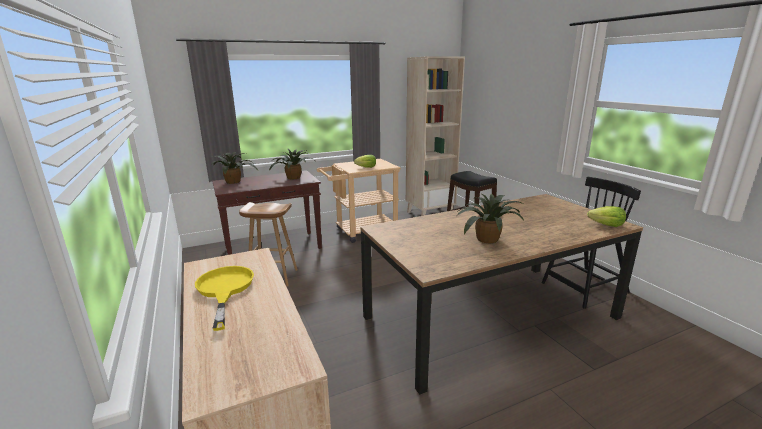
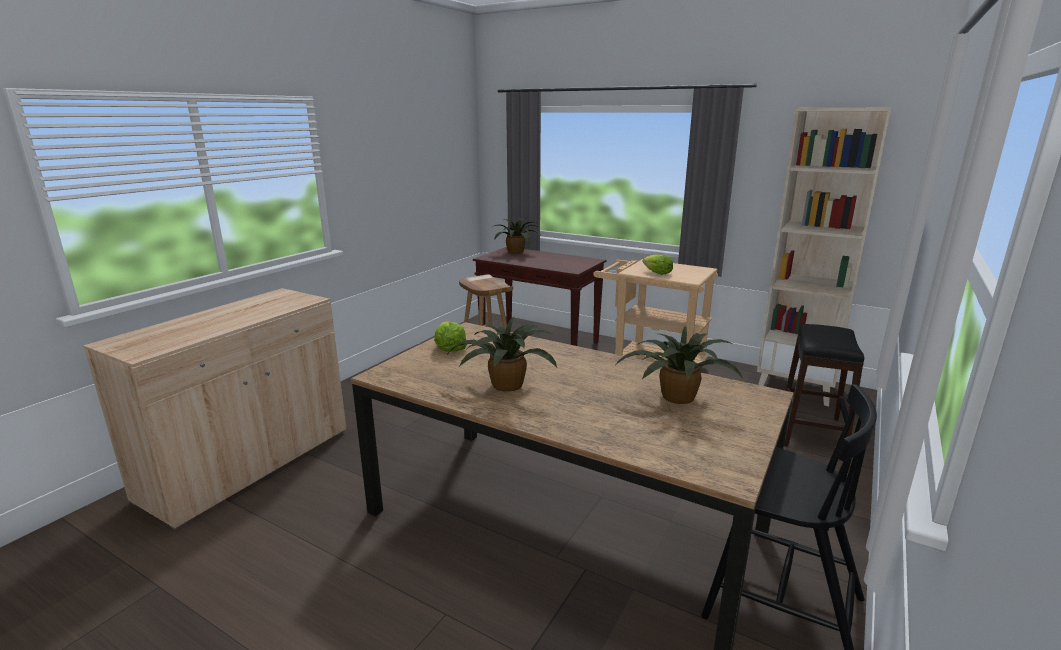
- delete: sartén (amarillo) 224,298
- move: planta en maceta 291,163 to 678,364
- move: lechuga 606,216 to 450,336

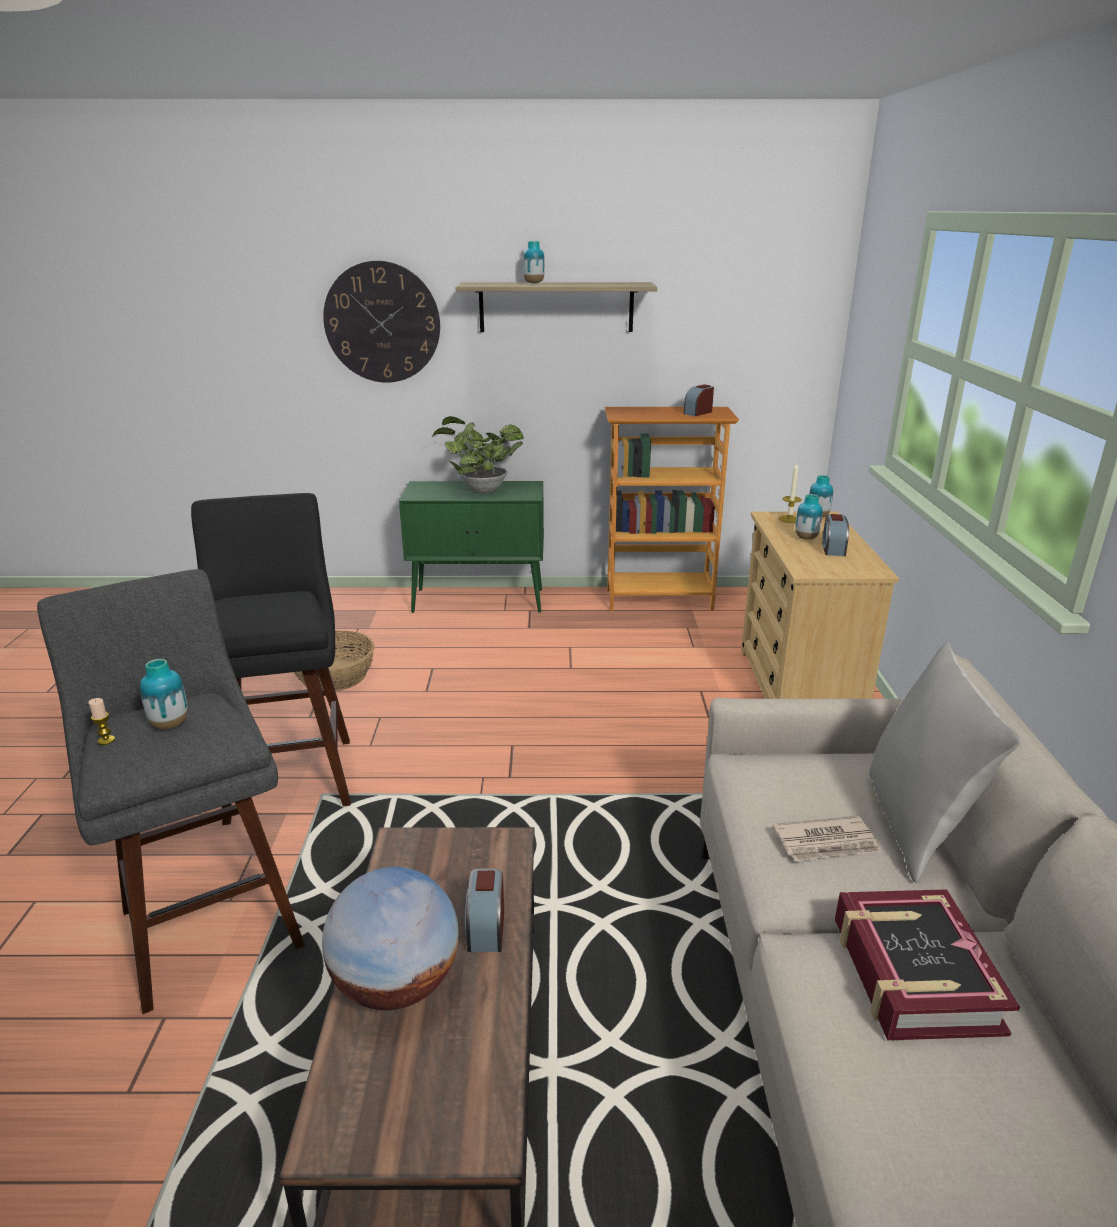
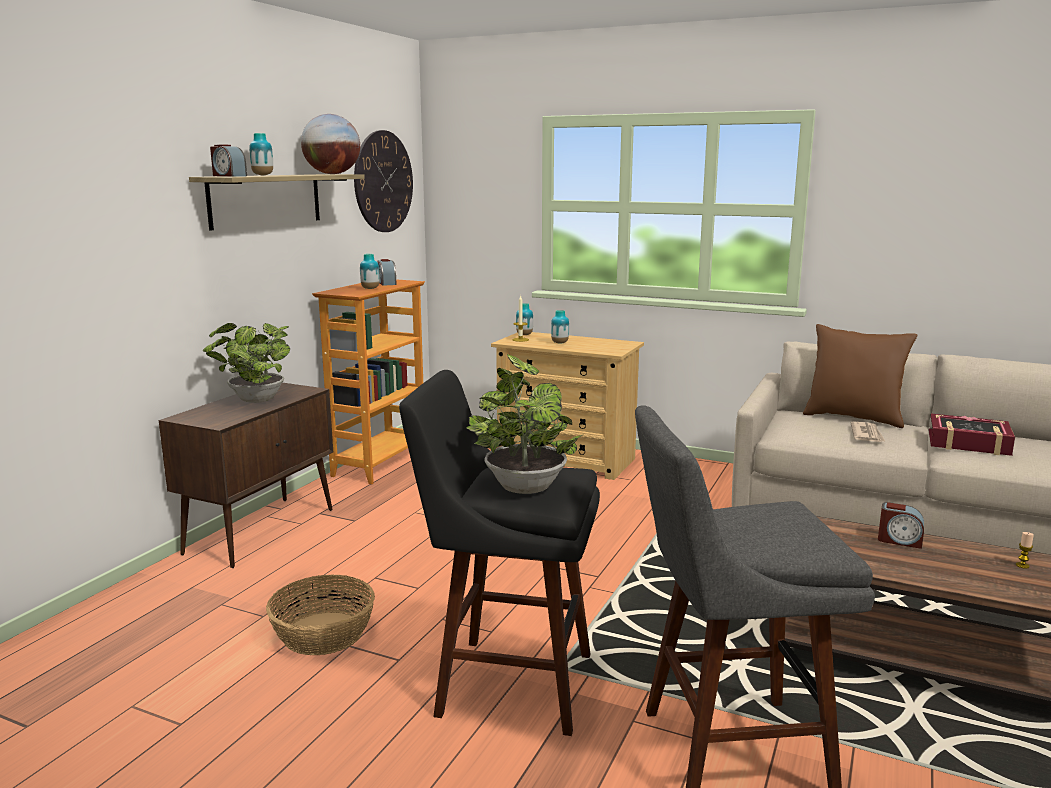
- move: vela 102,721 to 1025,550
- move: florero 164,694 to 369,271
- move: globo terráqueo 390,938 to 330,144
- move: reloj de pared 381,322 to 383,181
- recolor: armario (verde) 471,547 to armario (marrón) 246,475
- move: despertador 835,535 to 228,161
- recolor: cojín (gris) 945,762 to cojín (marrón) 860,376
- insert: planta en maceta 524,424

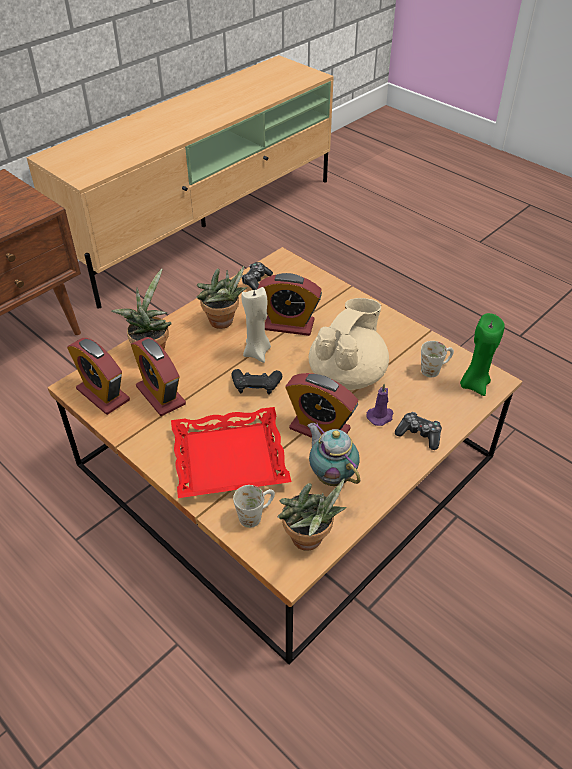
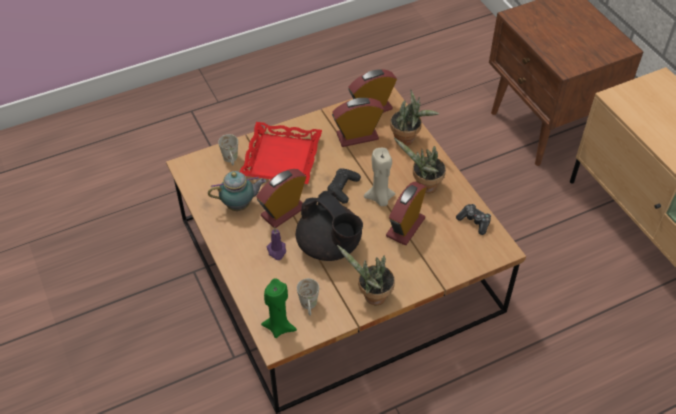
- move: planta en maceta 312,515 to 366,275
- recolor: tetera (beis) 349,344 to tetera (negro) 329,226
- delete: mando de consola 418,431

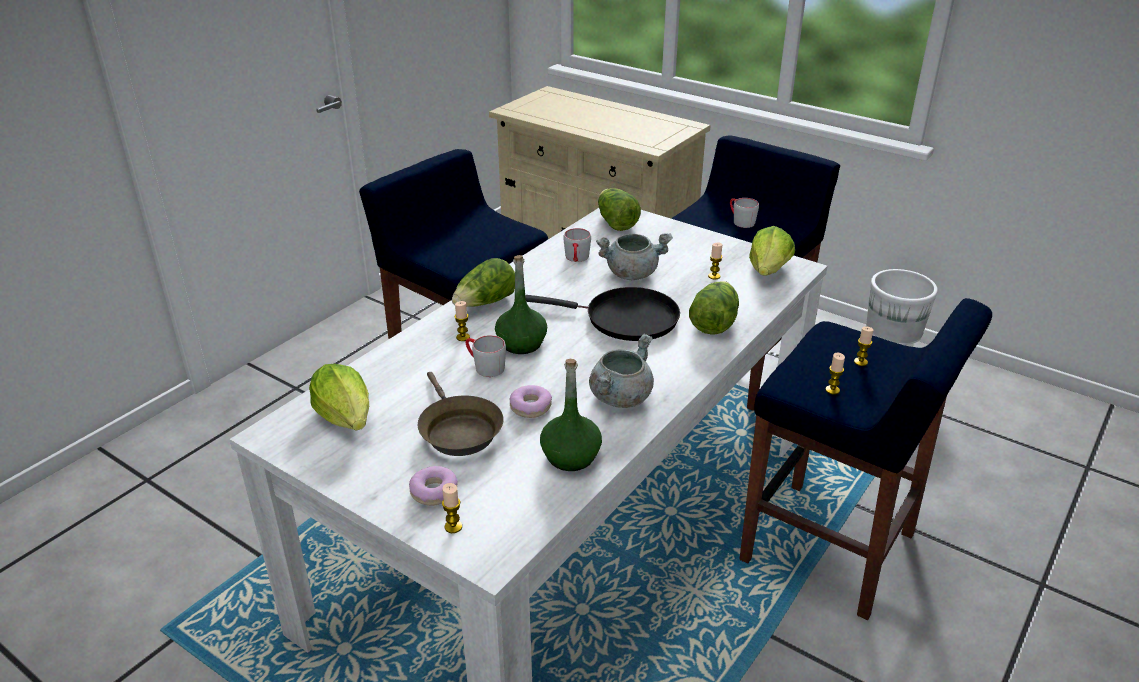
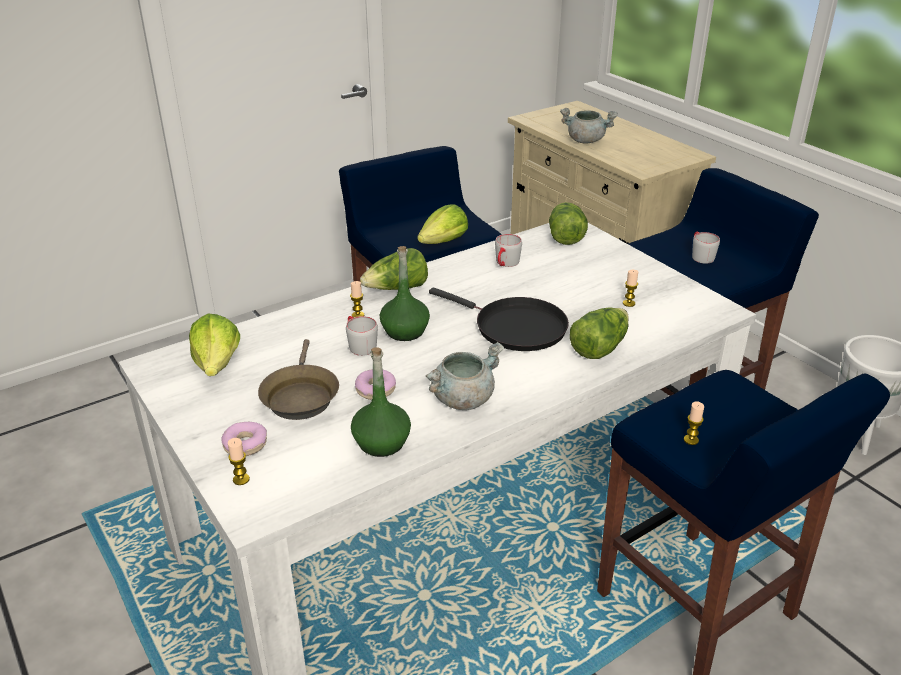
- move: olla (gris) 634,256 to 589,125
- move: lechuga 772,251 to 442,224
- delete: vela 863,346

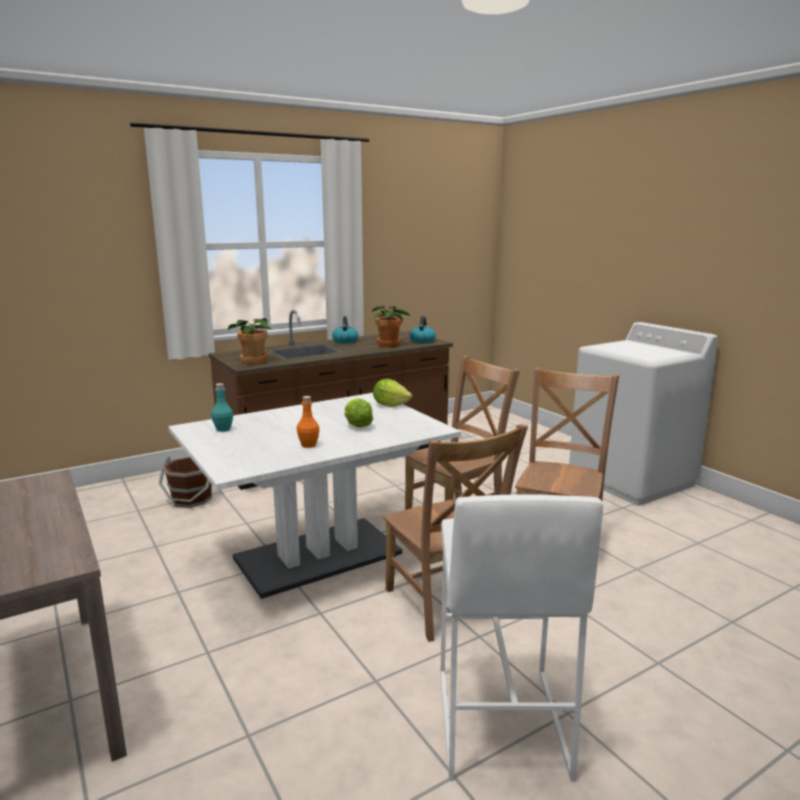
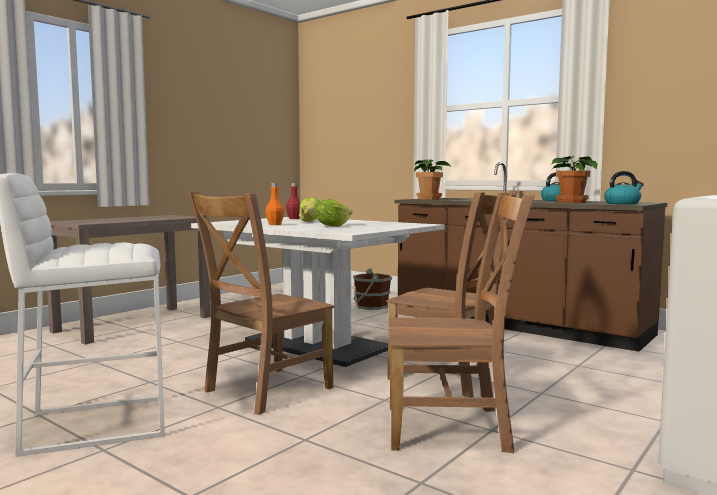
- recolor: botella (turquesa) 222,407 to botella (rojo) 293,201
- move: lechuga 393,393 to 309,209

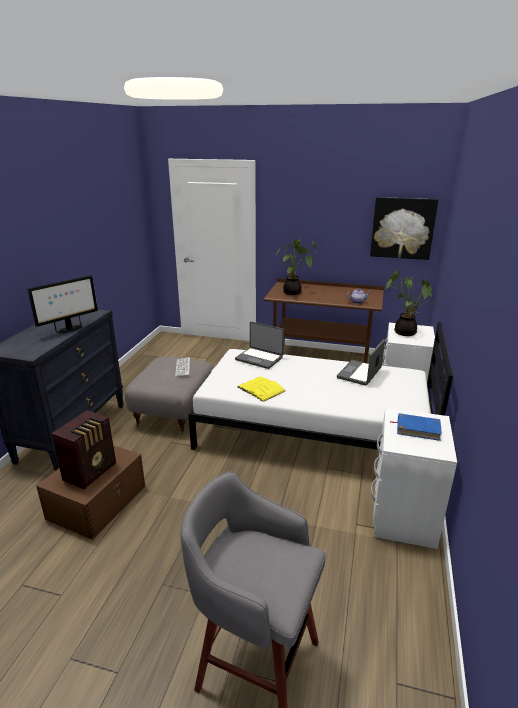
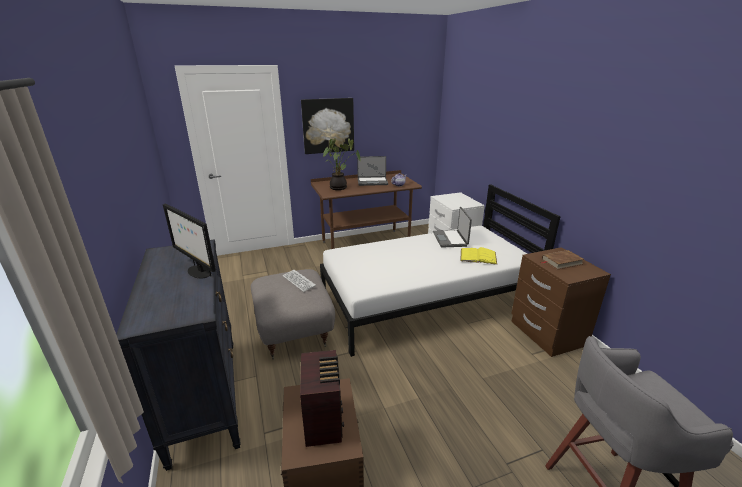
- rotate: monitor 63,304 = 189,241 120 degrees clockwise
- move: portátil 259,345 to 372,171
- move: libro (amarillo) 262,389 to 478,256
- move: cuadro 404,228 to 327,126
- recolor: mesita de noche (blanco) 414,478 to mesita de noche (marrón) 561,302
- delete: planta en maceta 410,303
- recolor: libro (azul) 416,427 to libro (marrón) 563,260

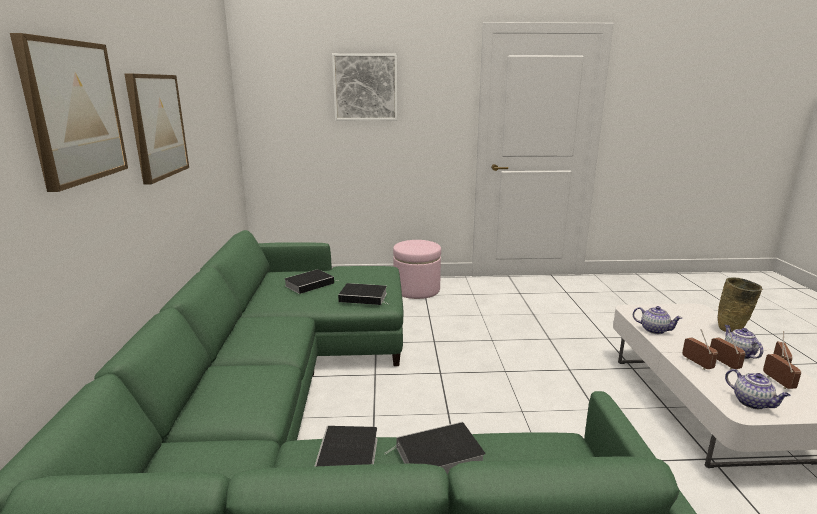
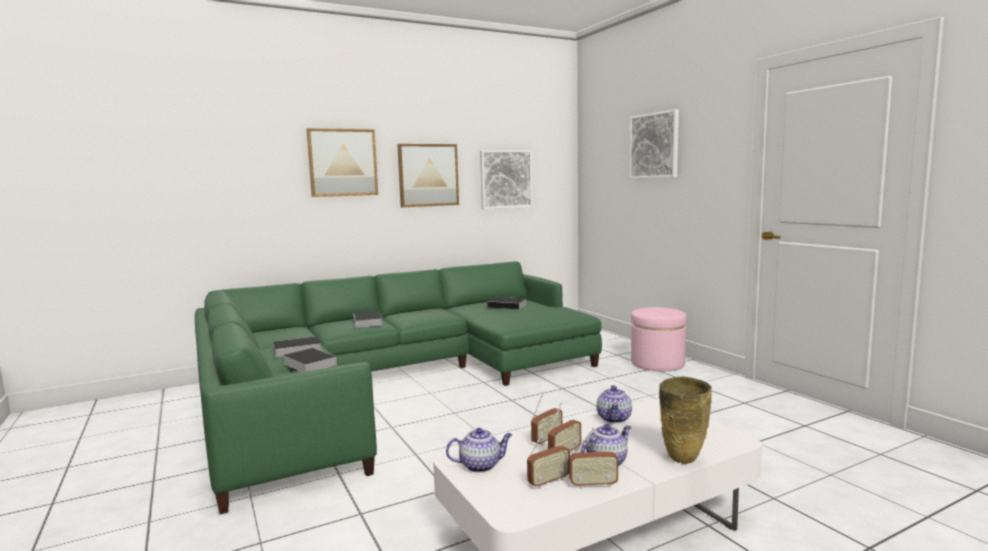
- move: libro 364,294 to 368,319
- rotate: tetera 758,389 = 479,450 135 degrees counterclockwise
- insert: cuadro 506,179

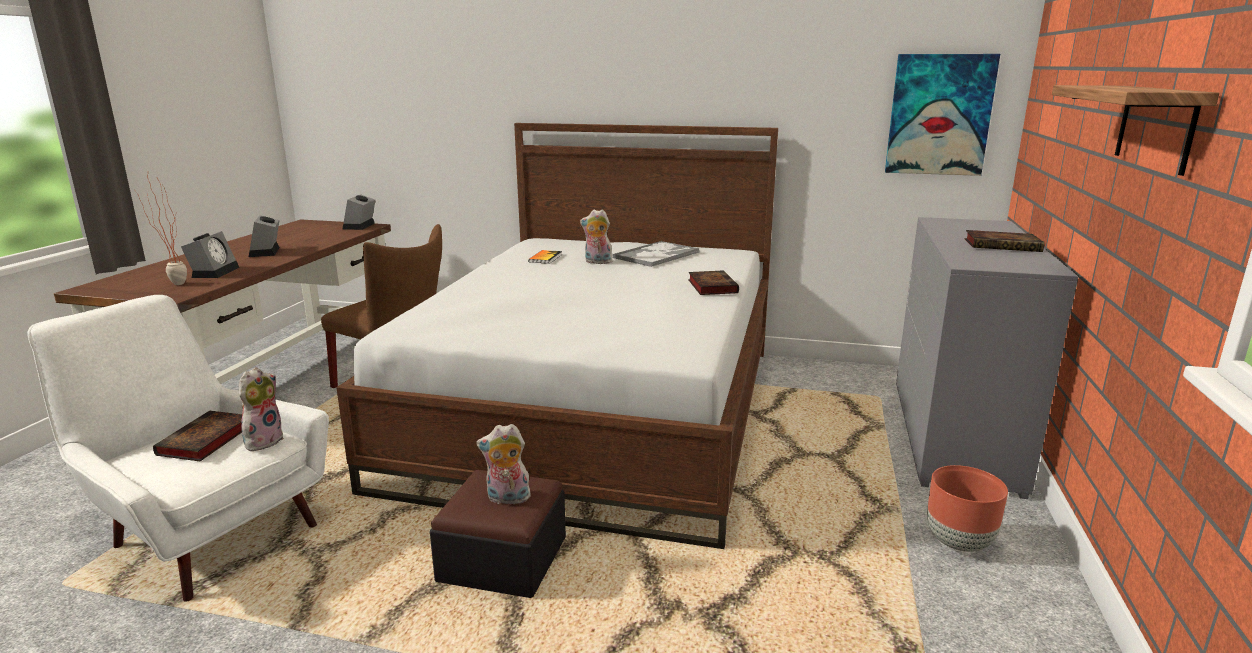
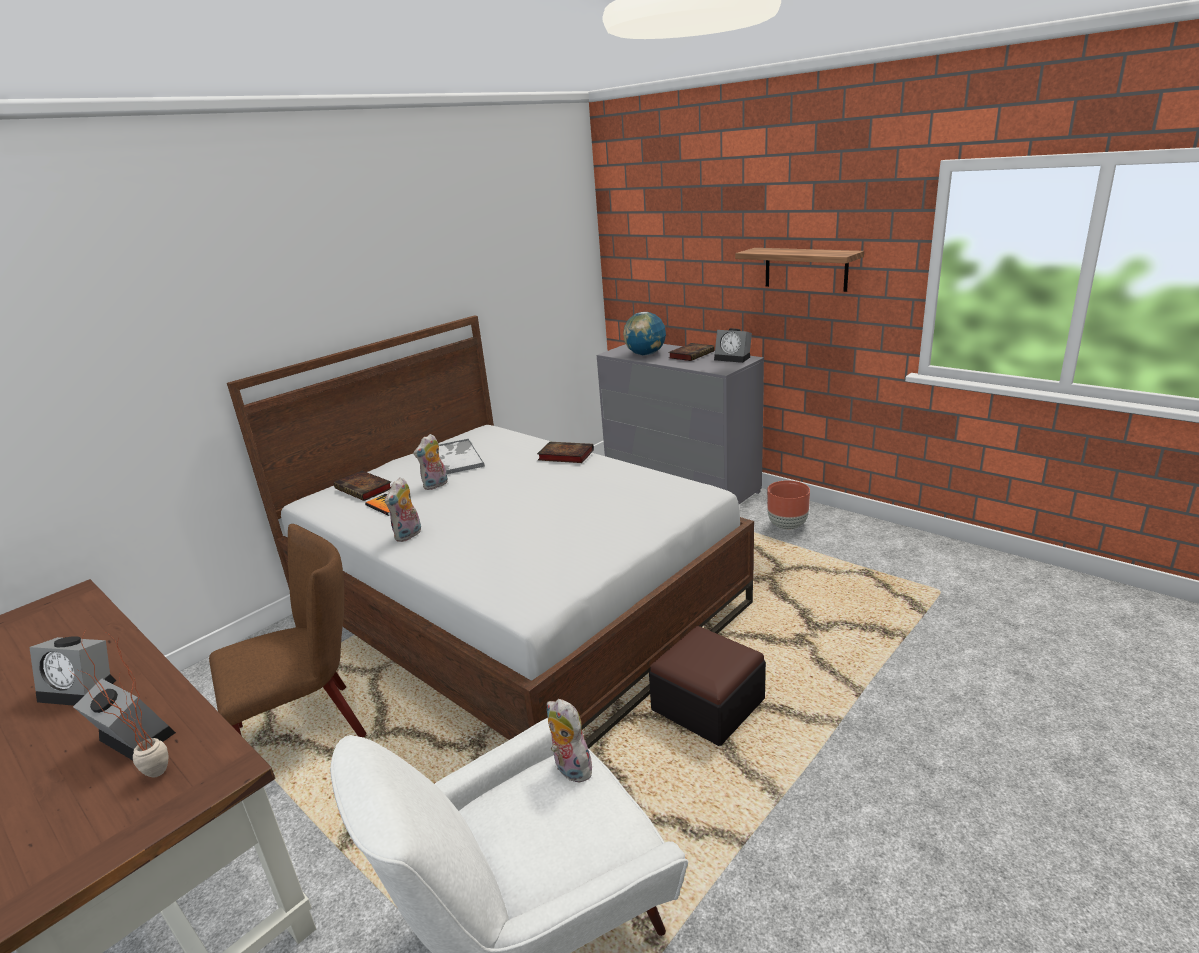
- move: libro 197,436 to 362,485
- move: despertador 359,212 to 733,345
- move: peluche 504,465 to 403,509
- delete: cuadro 942,115
- insert: globo terráqueo 644,334

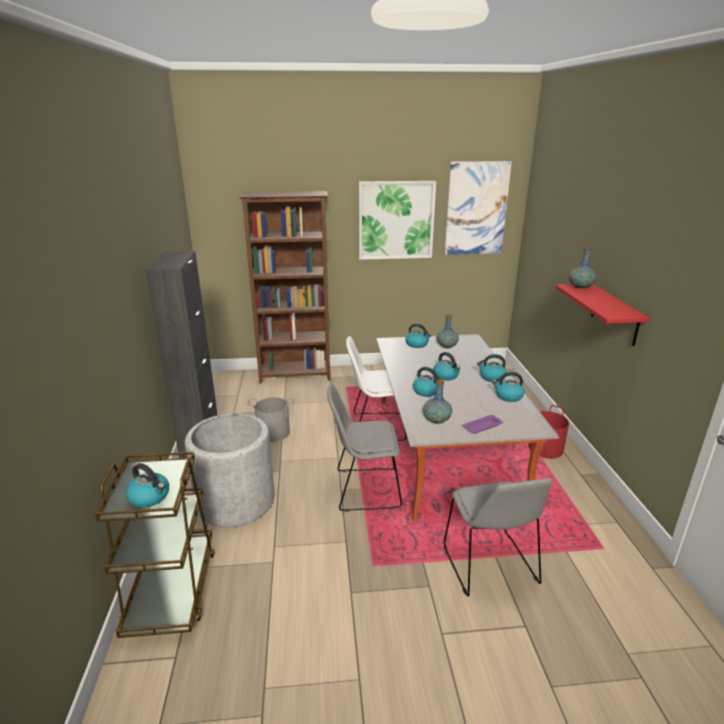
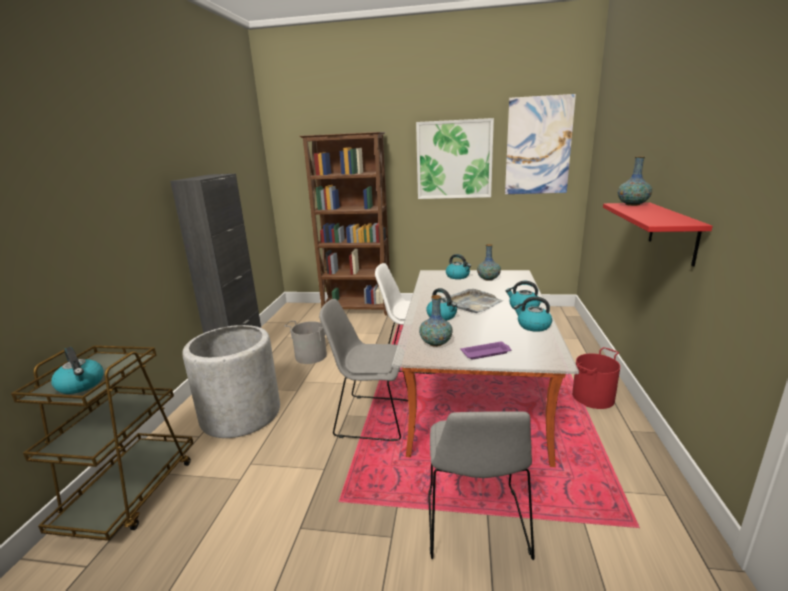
- replace: hervidor 446,366 to bandeja (gris) 474,301

